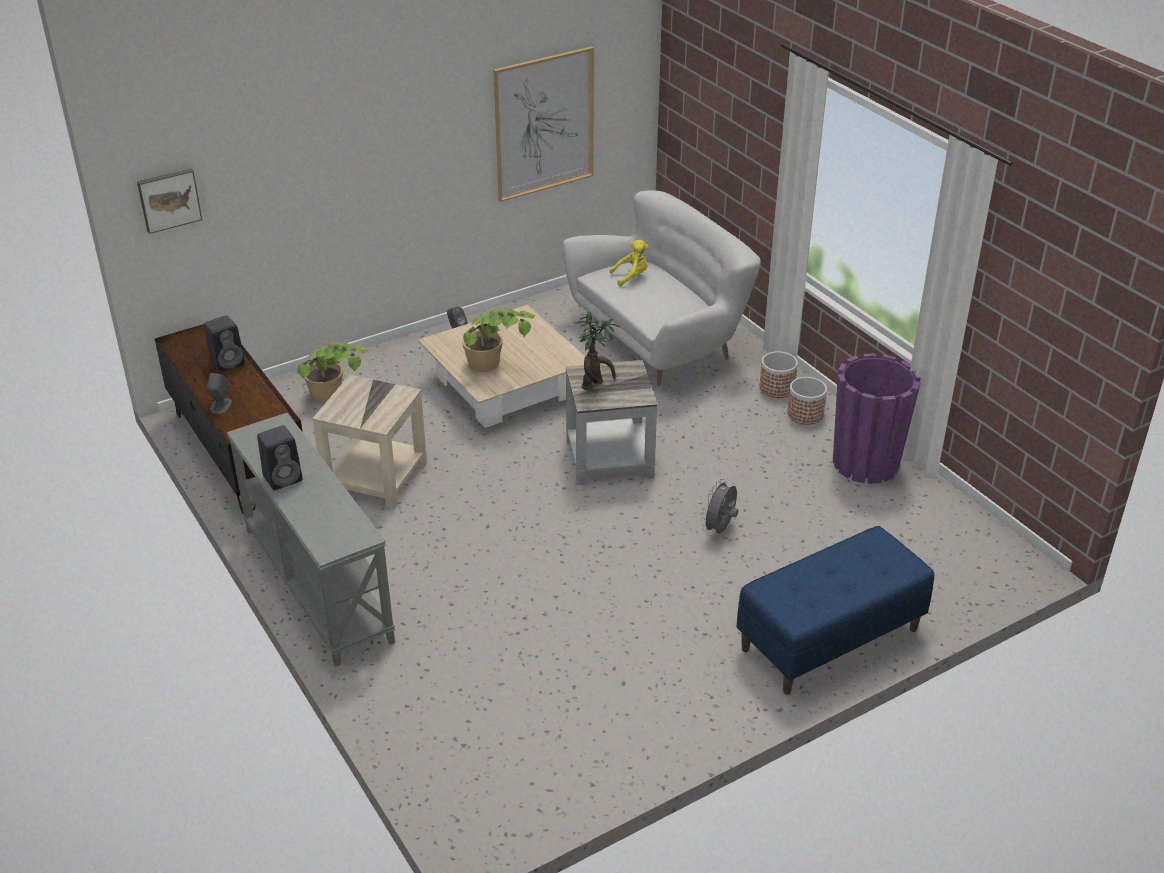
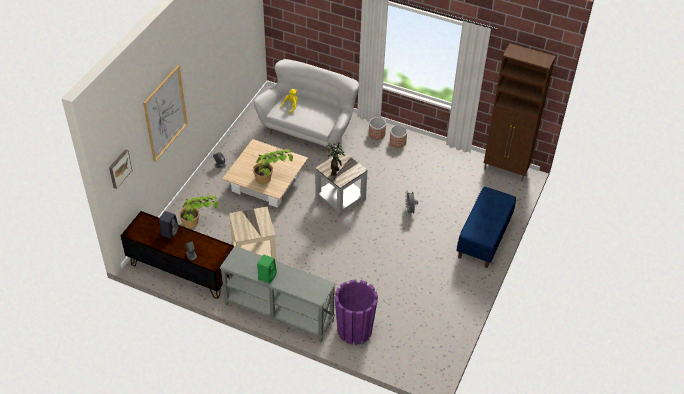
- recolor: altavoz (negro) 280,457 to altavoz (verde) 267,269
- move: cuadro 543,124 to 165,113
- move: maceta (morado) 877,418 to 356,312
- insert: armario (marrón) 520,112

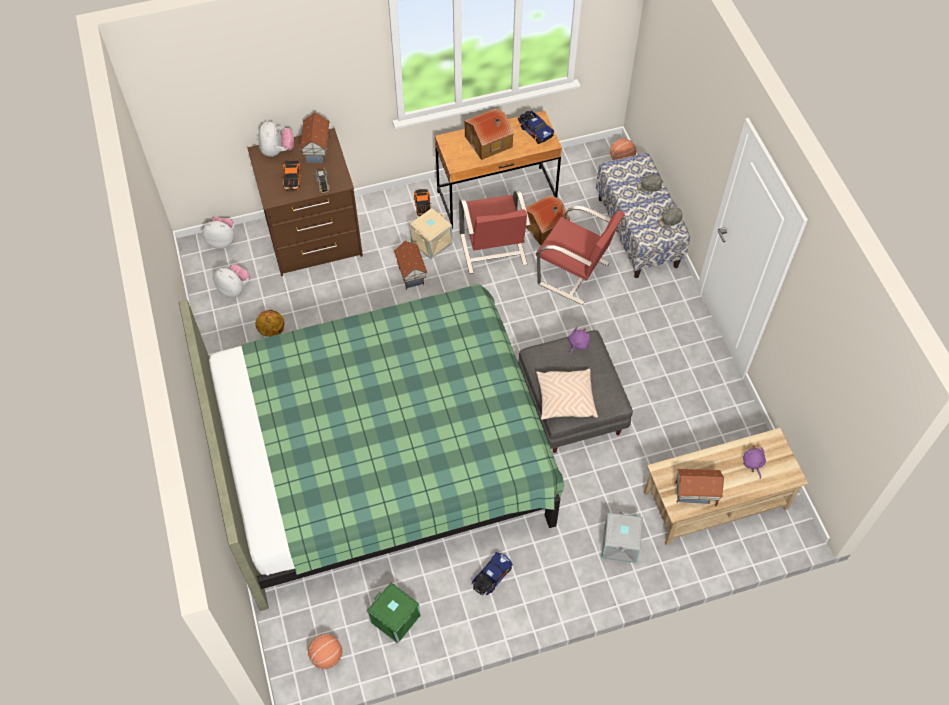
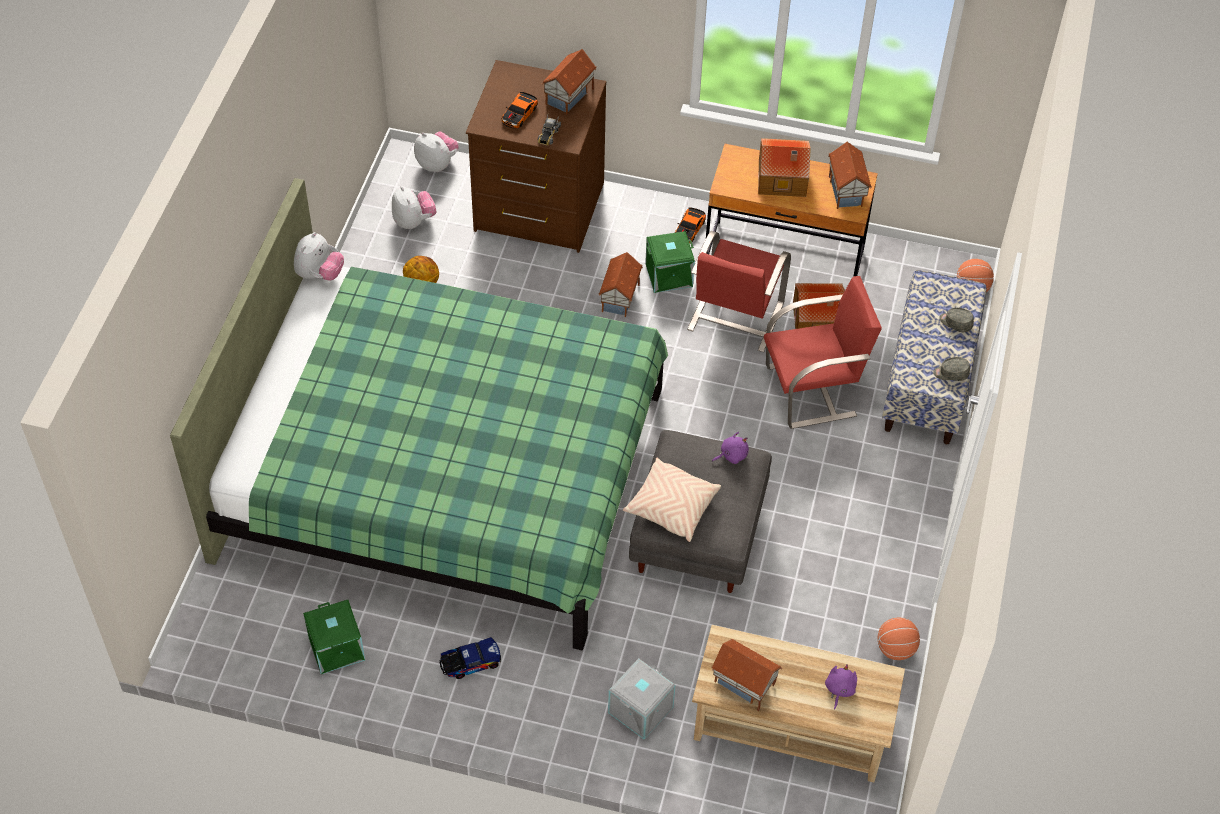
- move: peluche 276,138 to 319,256
- move: balón de baloncesto 325,651 to 899,638
- recolor: caja de almacenaje (beis) 431,234 to caja de almacenaje (verde) 670,262
- replace: camión de juguete 536,127 to casita 850,175
- rotate: silla (rojo) 580,255 = 823,352 75 degrees counterclockwise

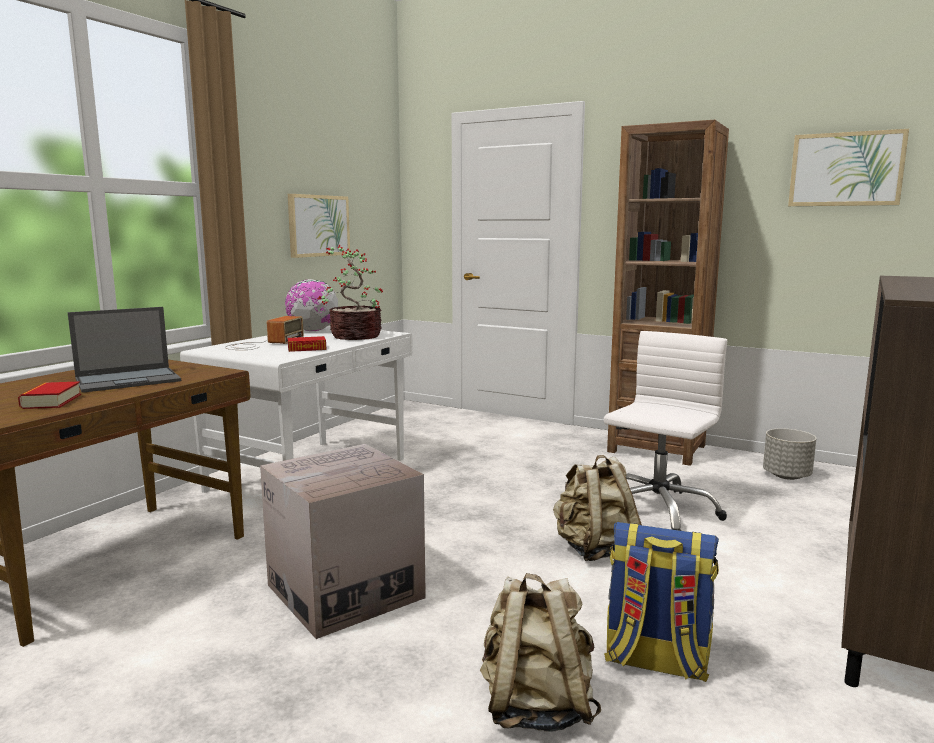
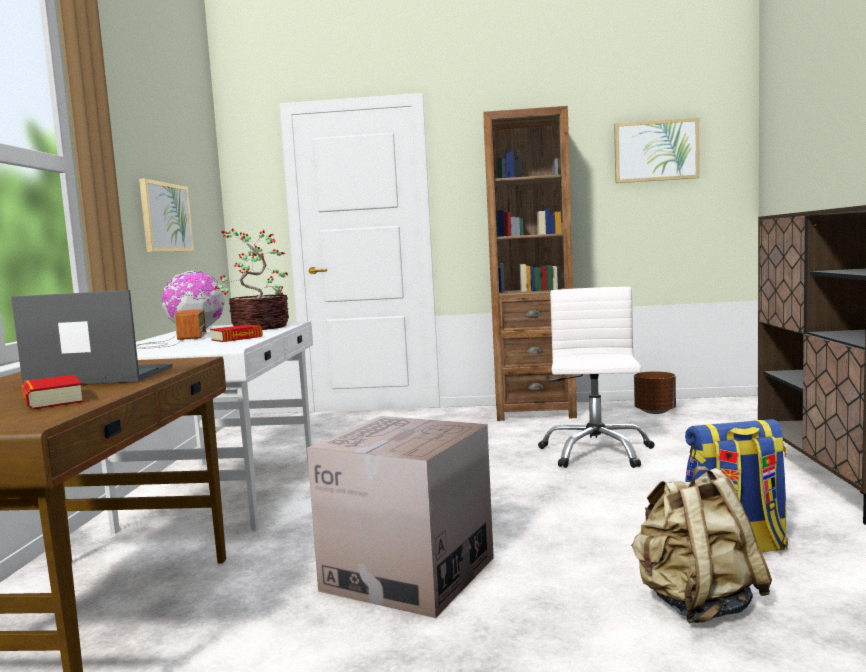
- rotate: portátil 124,350 = 91,337 120 degrees counterclockwise
- delete: mochila (beis) 597,508
- recolor: maceta (gris) 789,454 to maceta (marrón) 655,392

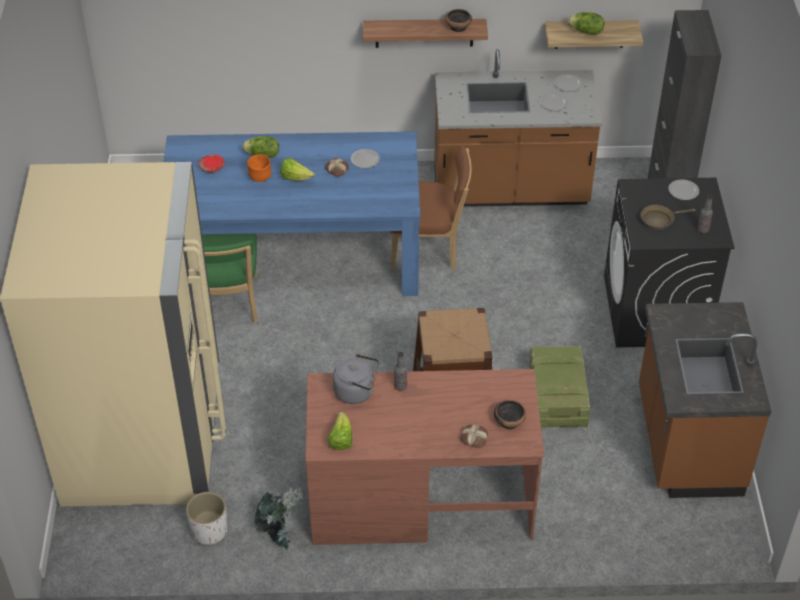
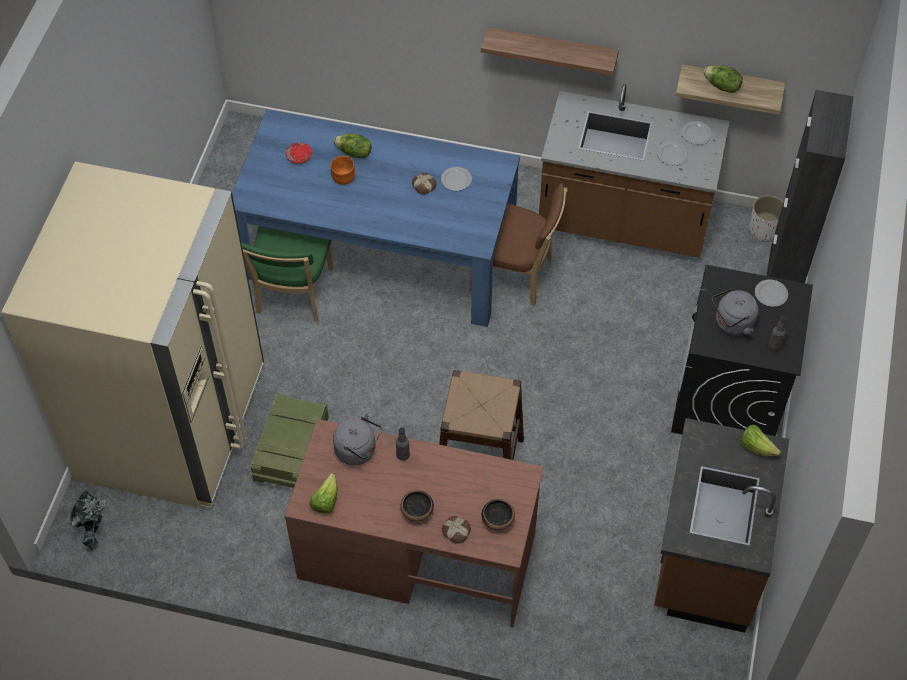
- move: maceta (blanco) 206,518 to 766,218
- move: planta en maceta 279,518 to 90,520
- move: lechuga 298,169 to 760,440
- move: cuenco 458,20 to 417,506
- move: caja de embalaje 559,386 to 290,440
- replace: sartén (marrón) 667,217 to hervidor (gris) 735,312

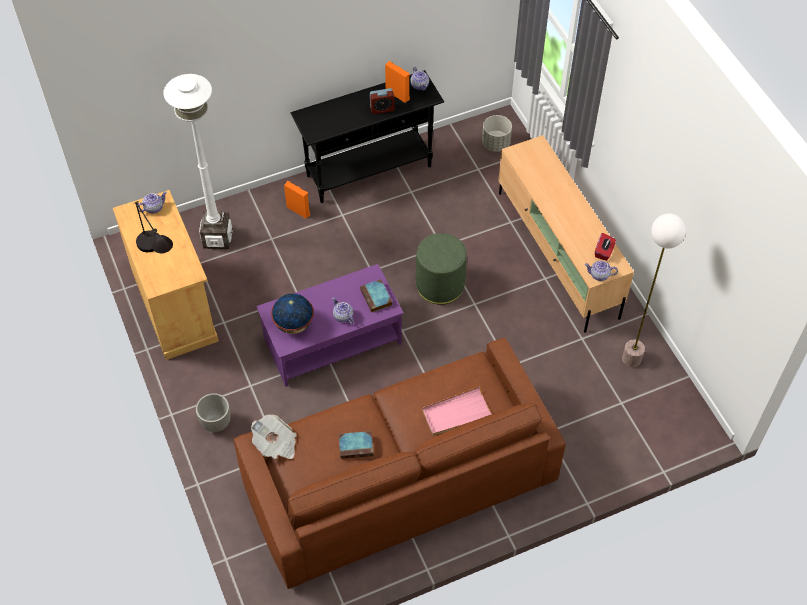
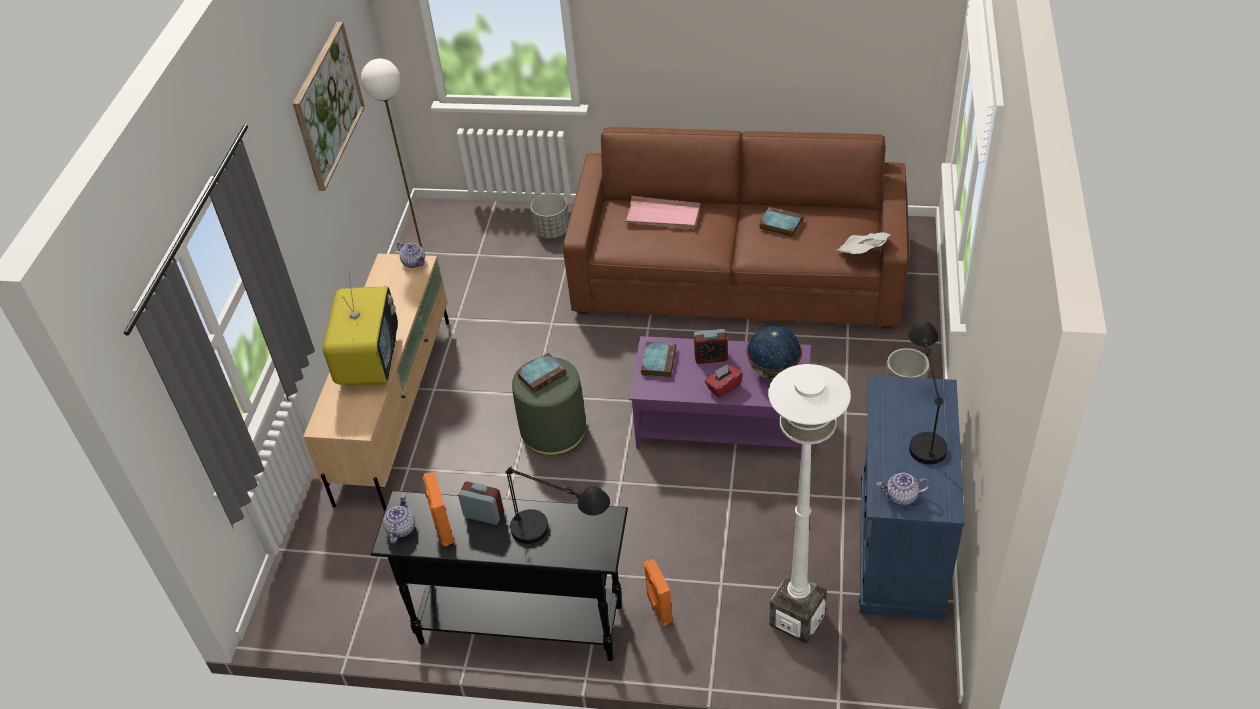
- recolor: armario (beis) 166,275 to armario (azul) 912,497
- replace: tetera 343,310 to despertador 711,346
- move: maceta (gris) 497,133 to 550,215
- move: caja de pañuelos (rojo) 605,247 to 724,381
- insert: cuadro 328,106
- insert: televisor 360,329
- insert: lámpara de mesa (negro) 557,505
- insert: libro 541,373

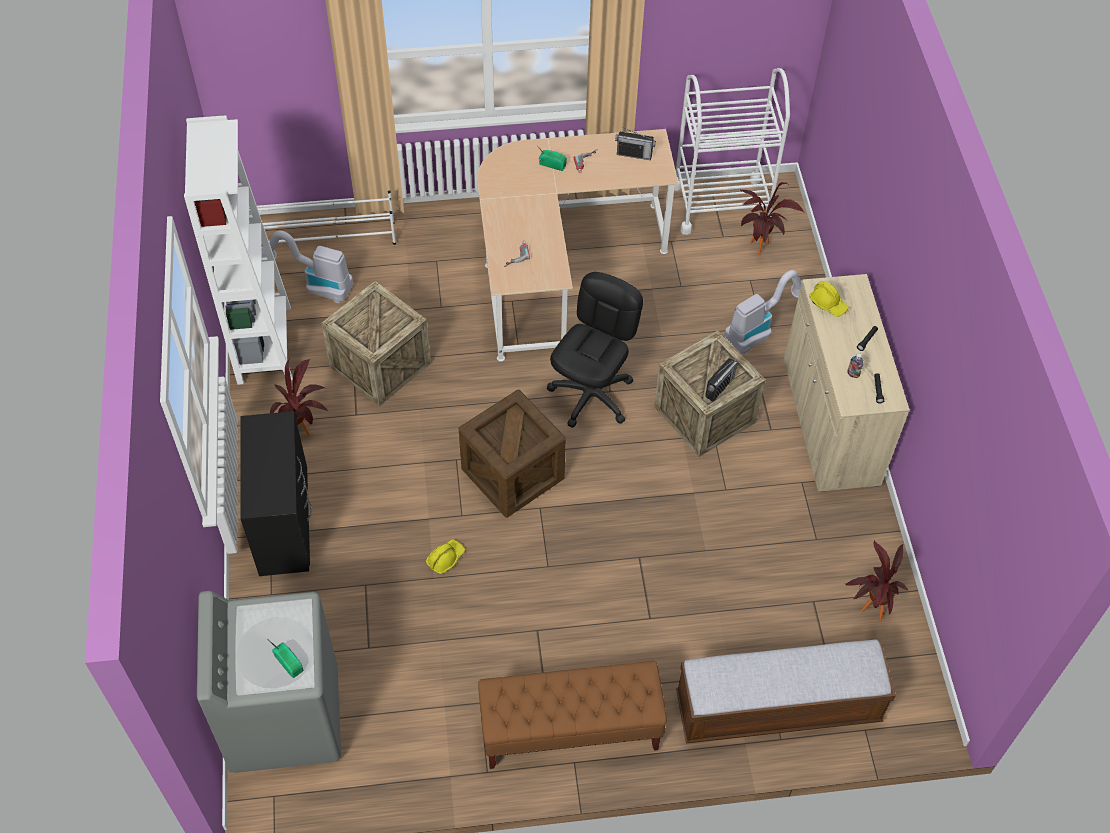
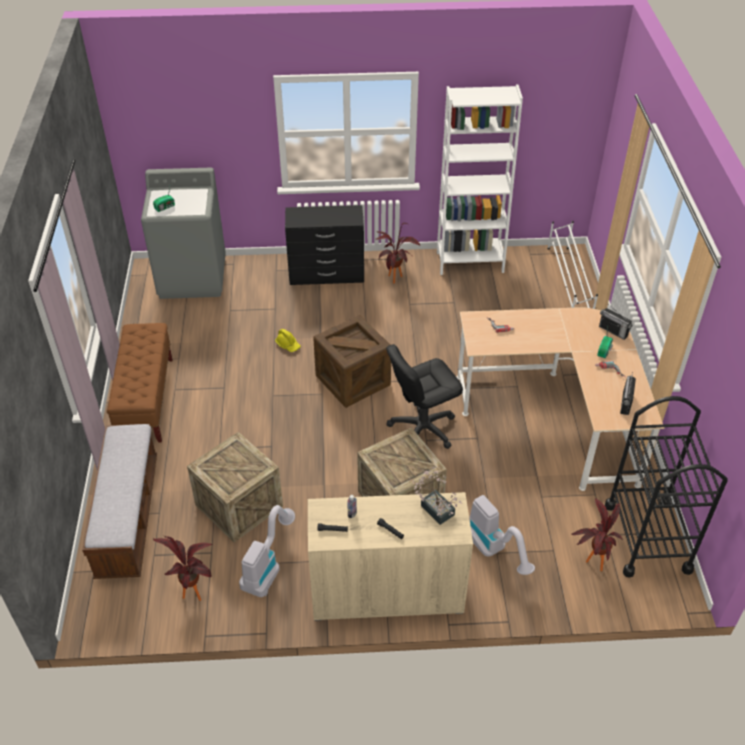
- move: aspiradora 307,267 to 267,551
- move: caja de embalaje 376,344 to 235,487
- rotate: silla de oficina (negro) 595,350 = 424,396 120 degrees clockwise
- recolor: carrito (blanco) 732,151 to carrito (negro) 666,487
- move: radio 721,380 to 616,322
- replace: casco (amarillo) 829,299 to planta en maceta 437,496

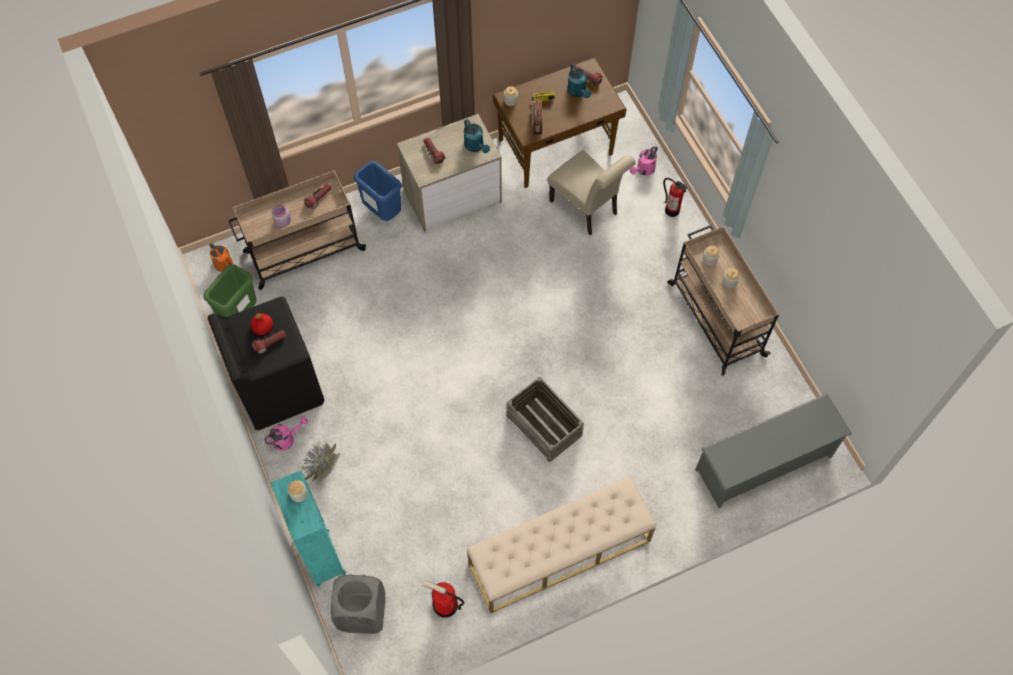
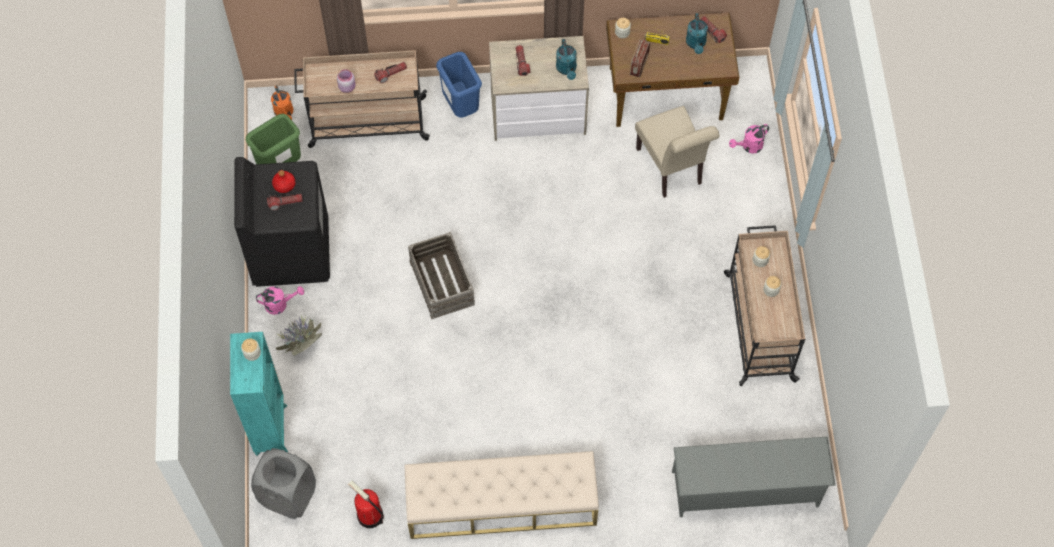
- move: caja de embalaje 545,420 to 441,275
- delete: extintor 675,197

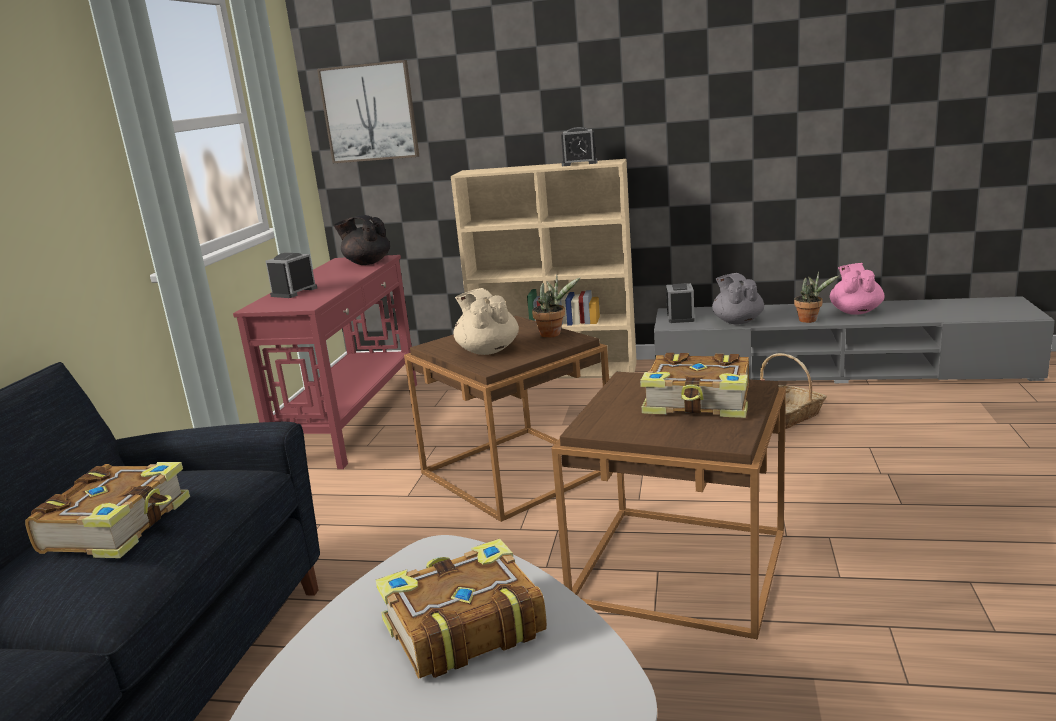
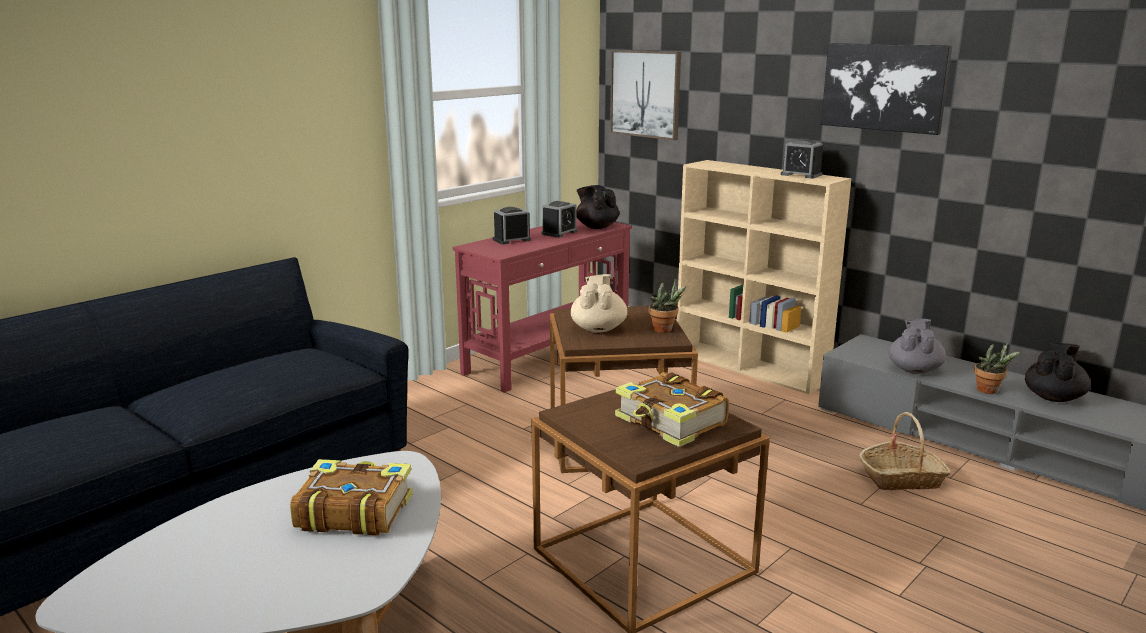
- delete: libro 107,510
- move: despertador 680,303 to 559,219
- recolor: tetera (rosa) 857,289 to tetera (negro) 1058,372
- insert: cuadro 886,89

